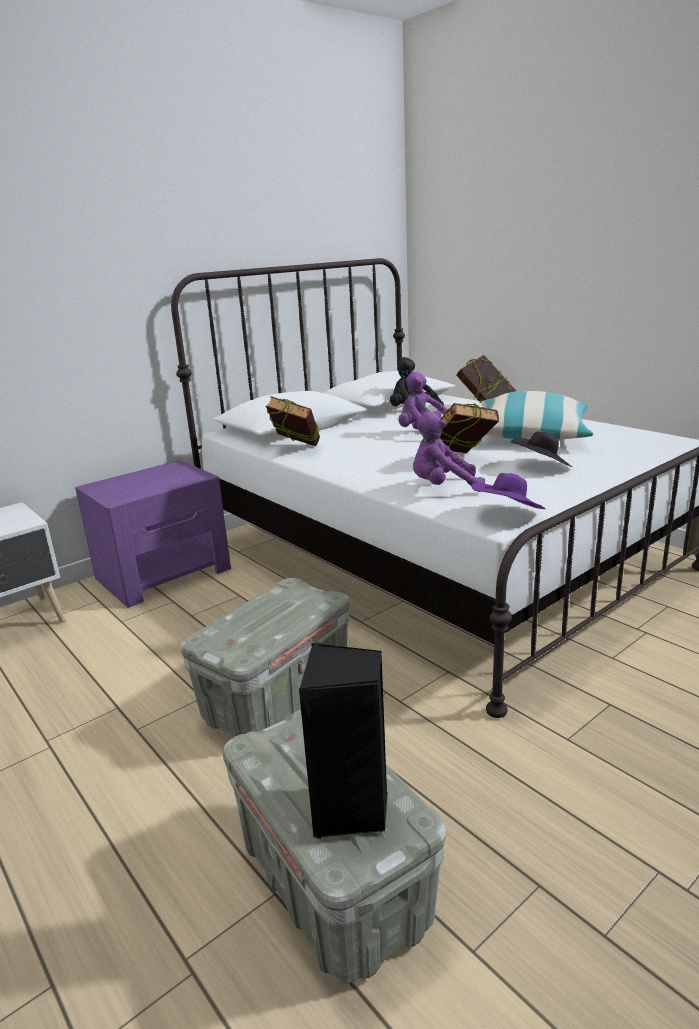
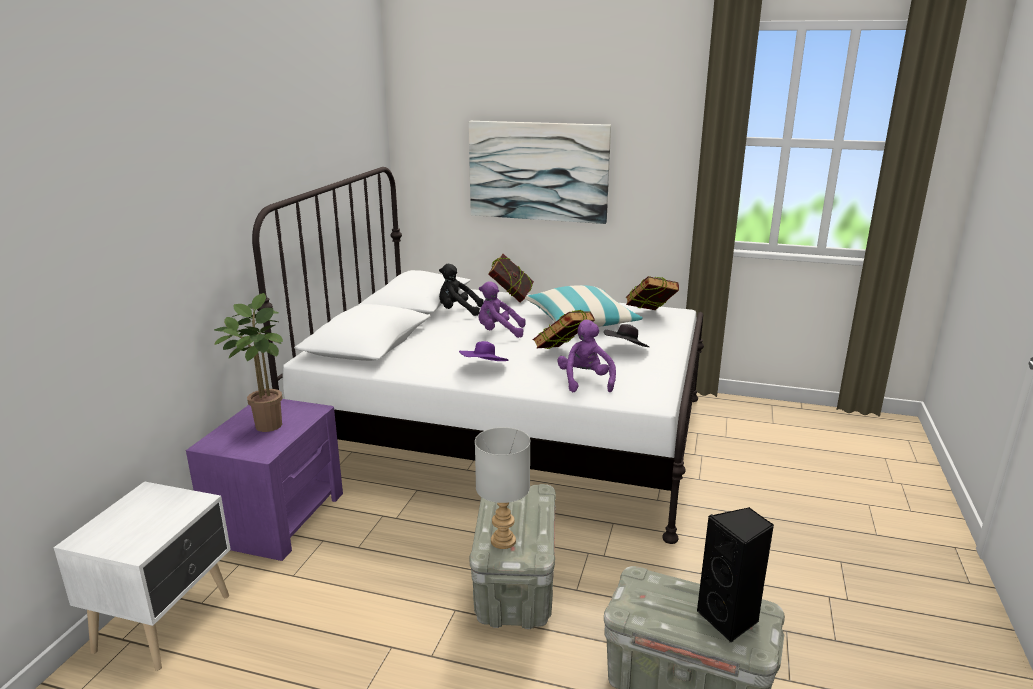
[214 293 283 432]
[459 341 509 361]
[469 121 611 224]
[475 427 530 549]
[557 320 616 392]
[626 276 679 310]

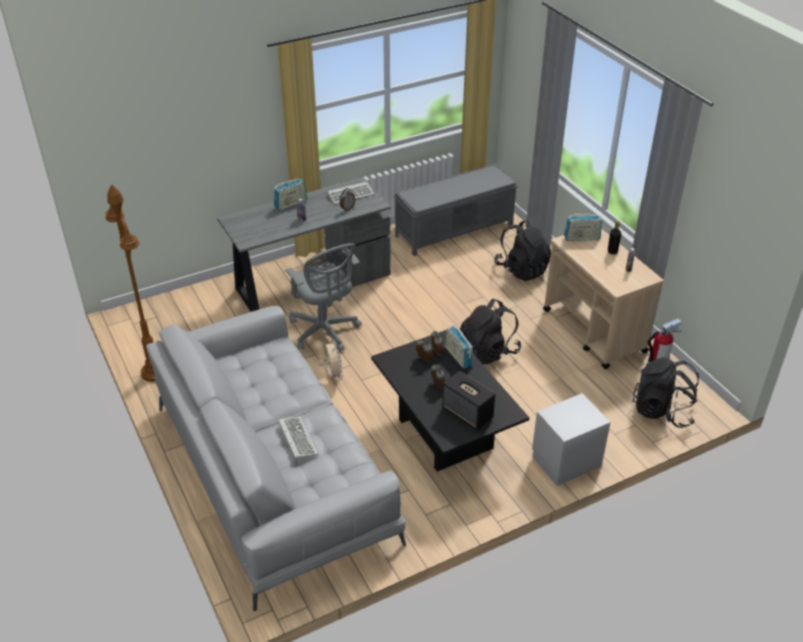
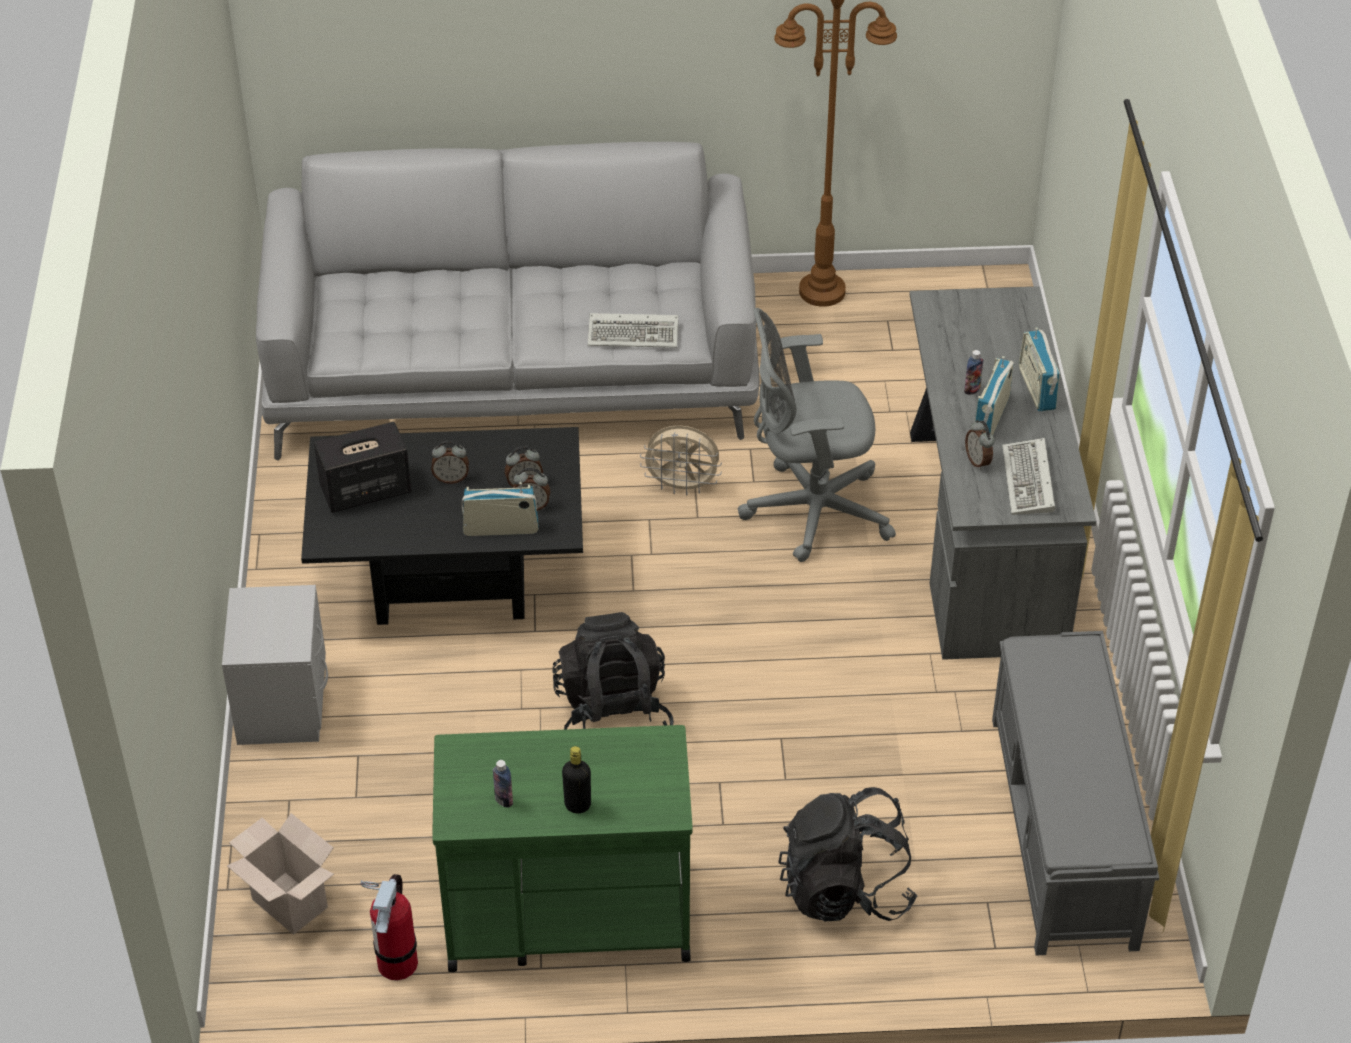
[227 813 334 935]
[432 725 693 972]
[588 313 678 348]
[975 356 1014 435]

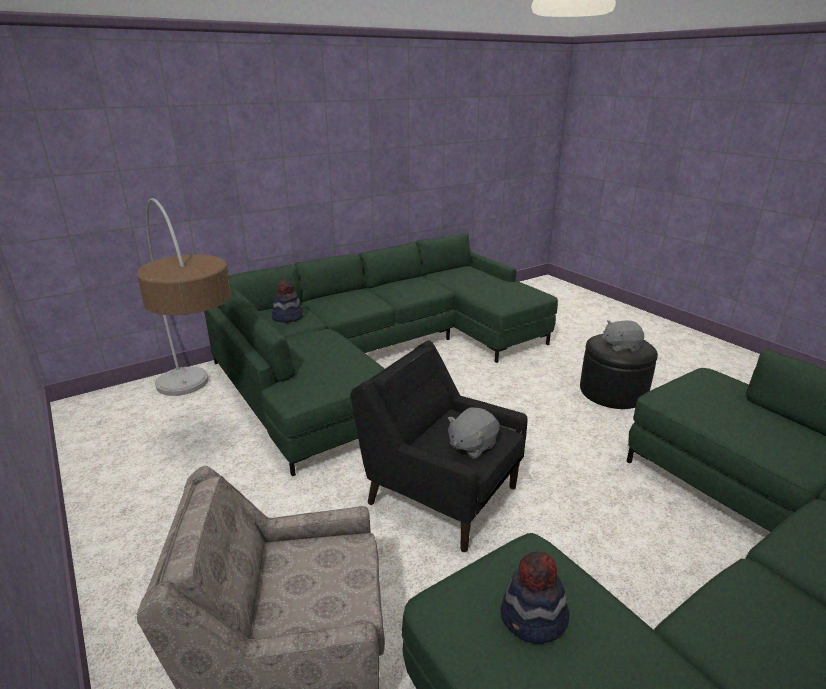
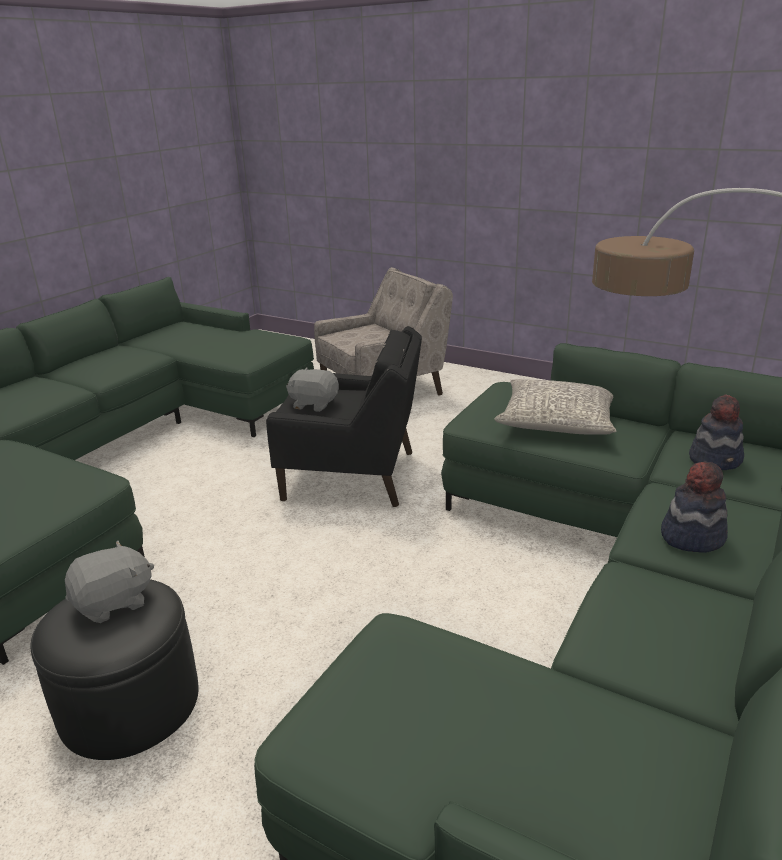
[286 368 339 412]
[494 379 617 435]
[661 461 728 553]

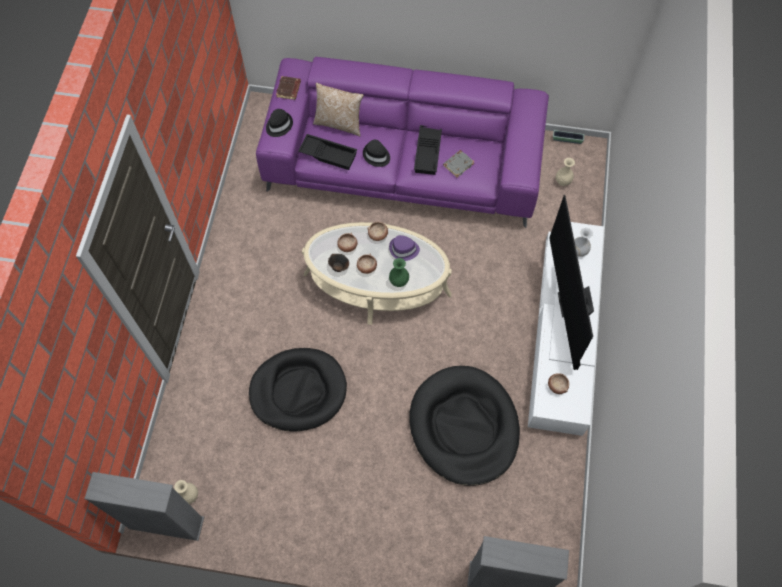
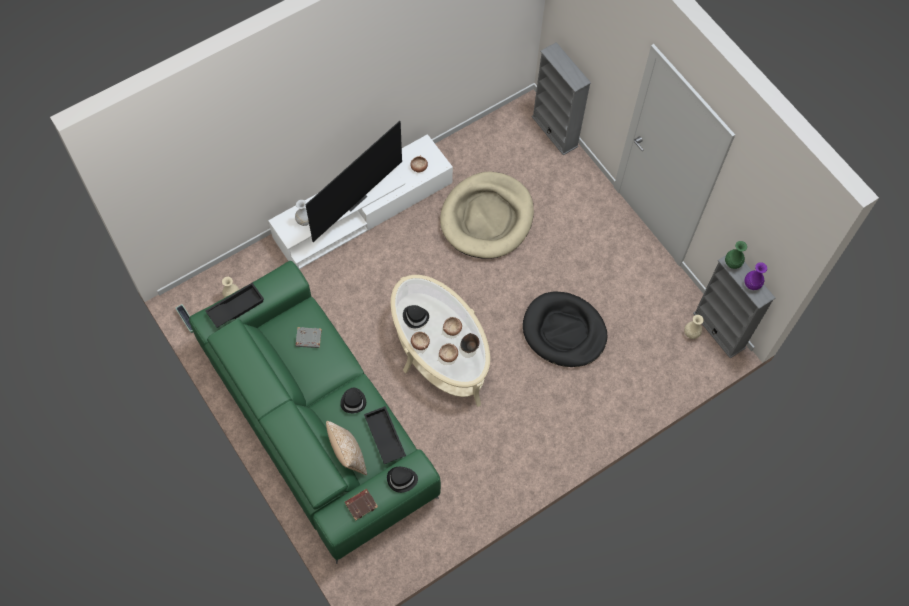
[189 261 441 564]
[206 283 264 328]
[403 305 429 329]
[440 172 534 258]
[725 241 747 269]
[744 262 767 290]

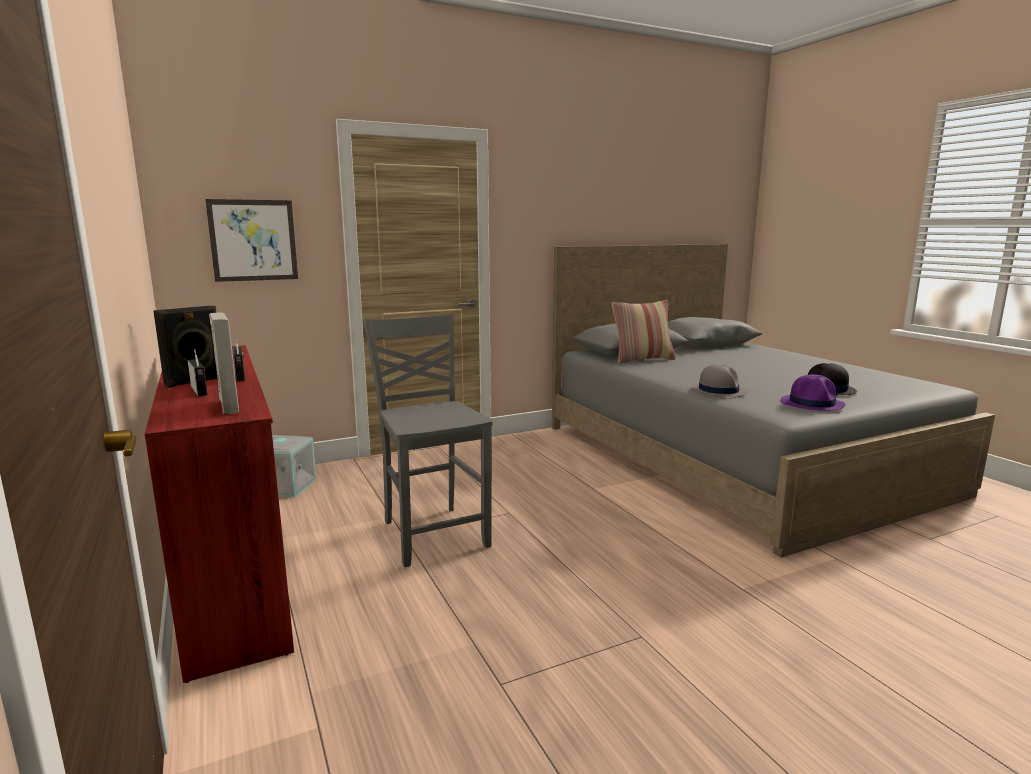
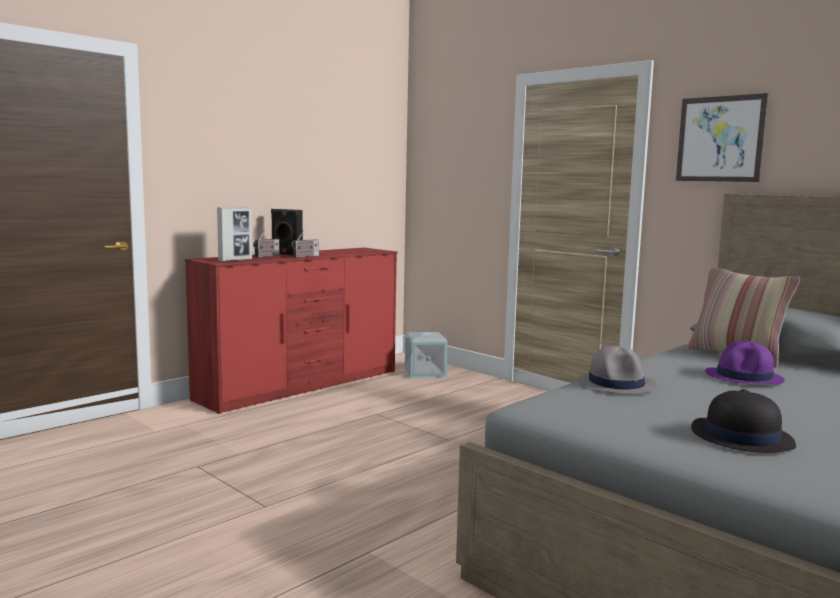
[676 93 769 182]
[705 341 785 385]
[364 314 493 567] (first image)

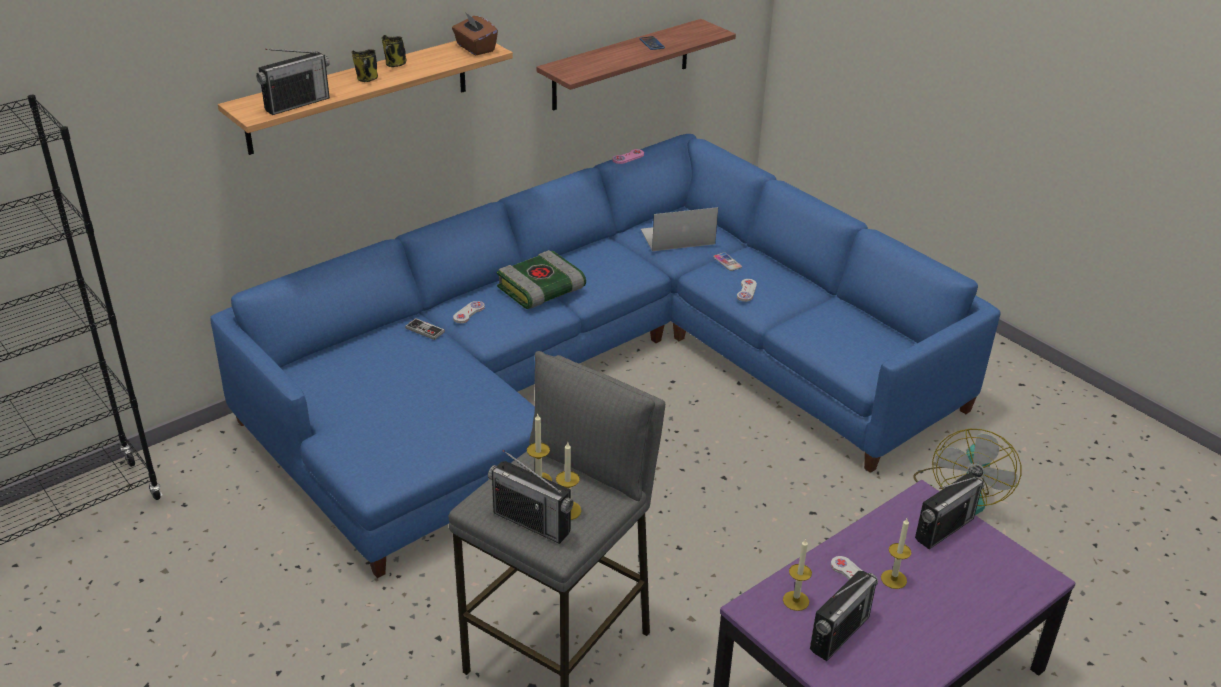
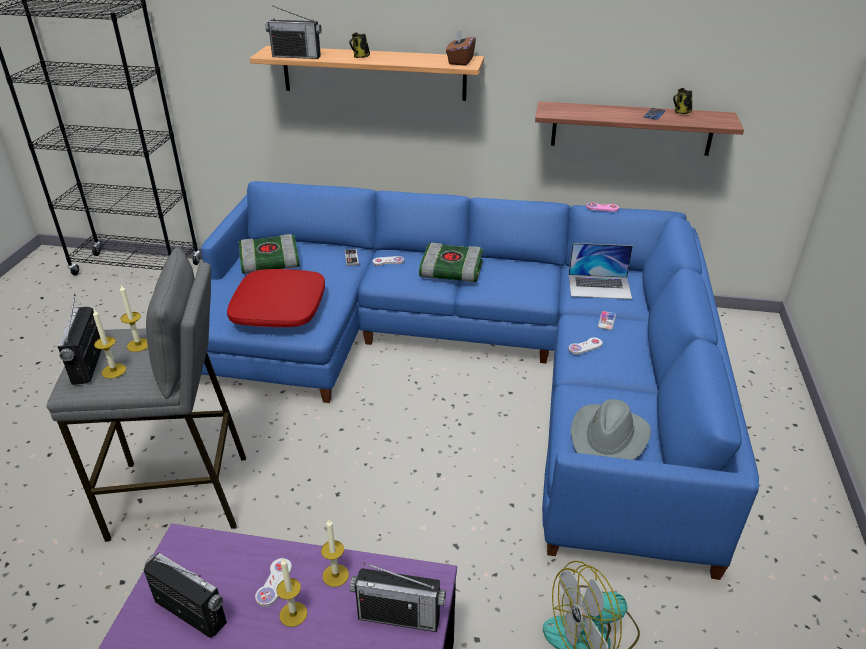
[143 553 227 638]
[227 269 325 327]
[239 234 300 274]
[321 520 349 587]
[569 243 633 299]
[571 399 651 460]
[673 88 693 114]

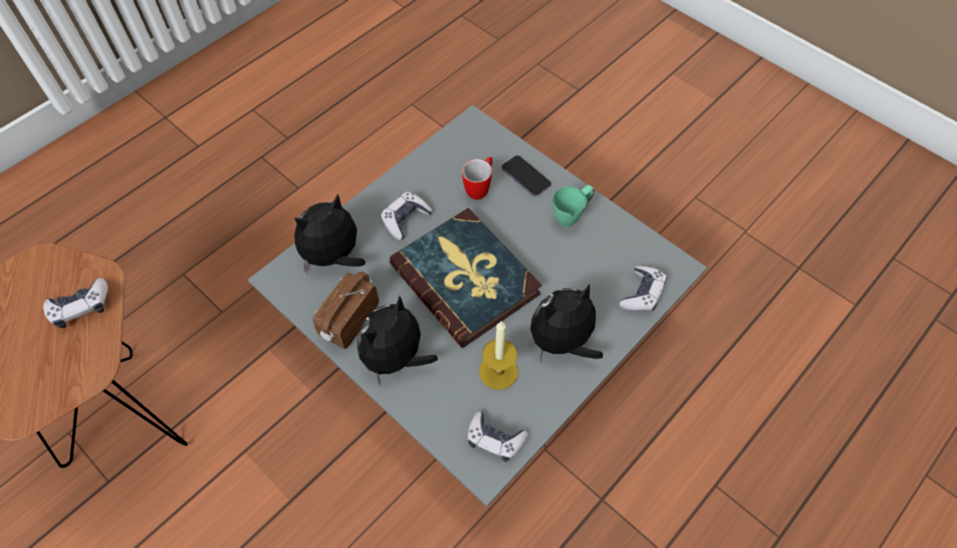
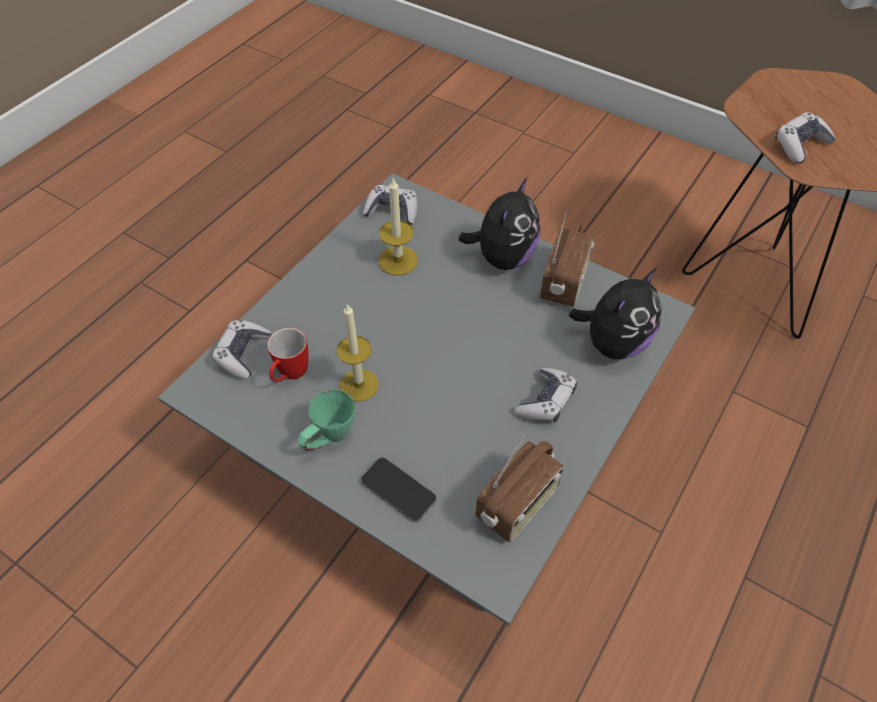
[267 328 309 382]
[336 304 379 402]
[475 435 564 542]
[389 208 542 348] (first image)
[530 283 603 361] (first image)

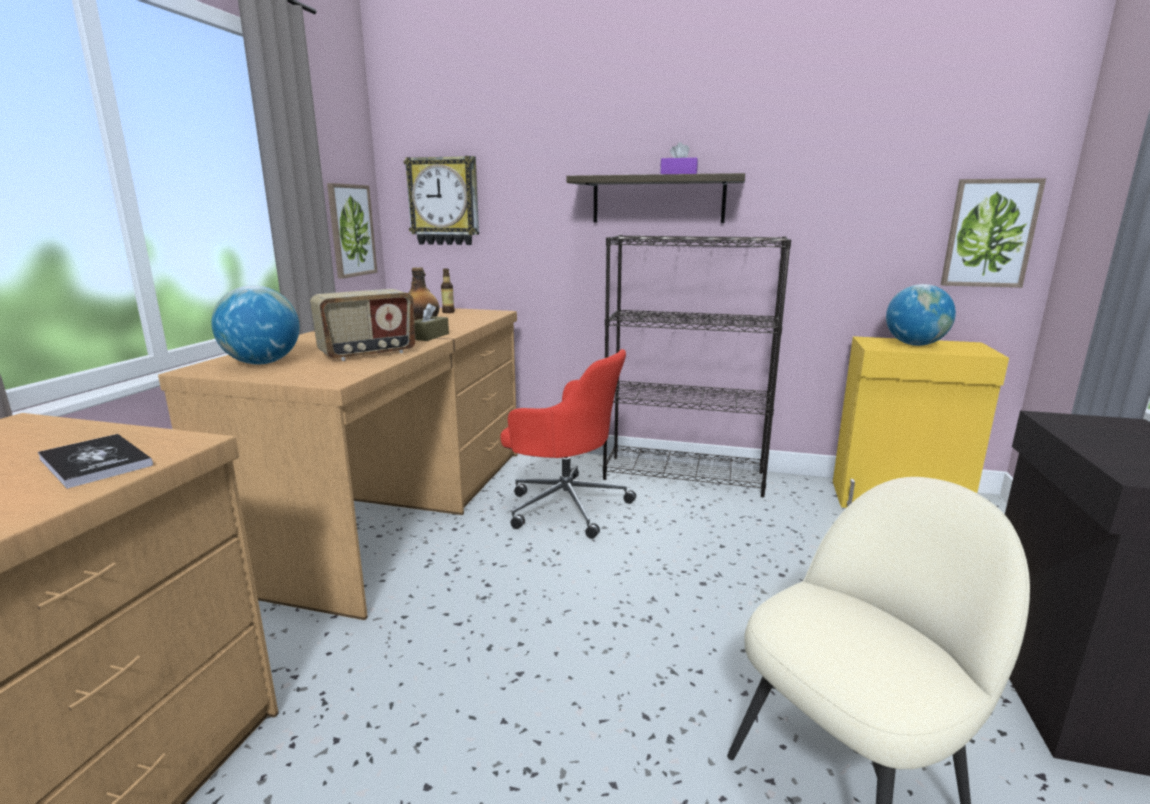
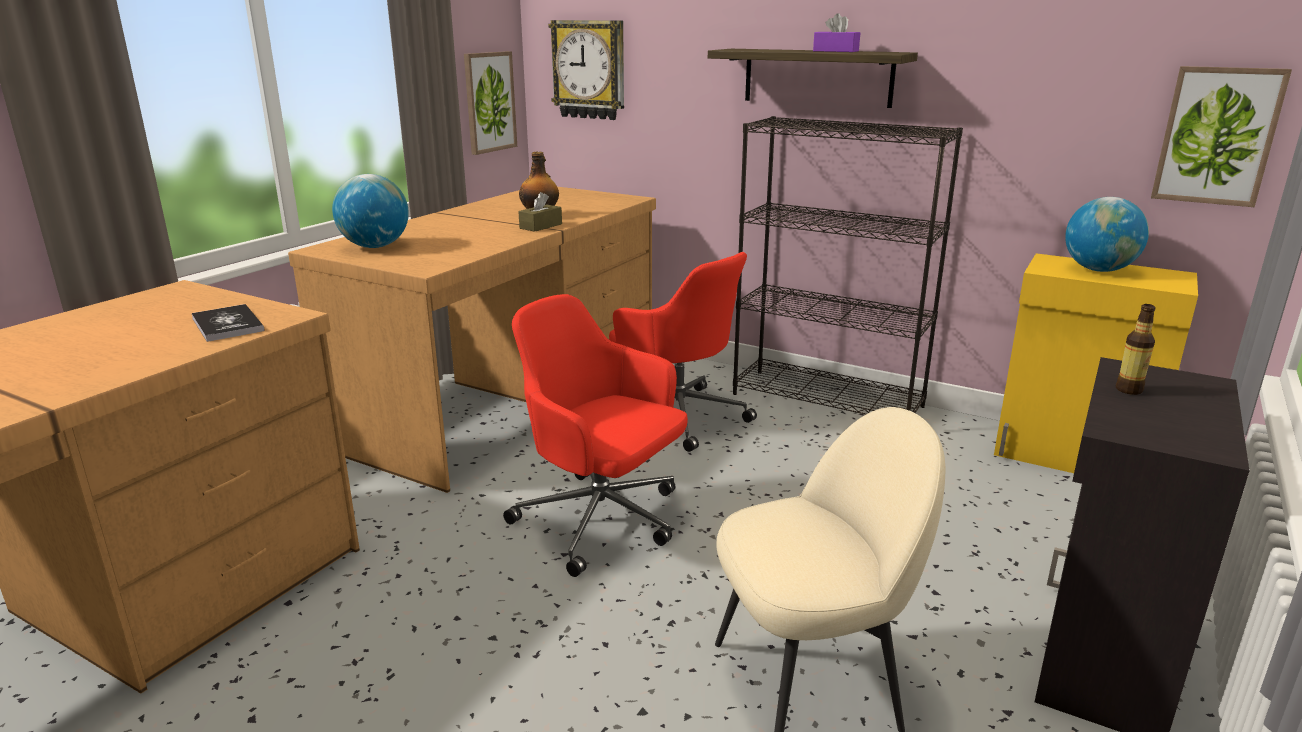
[503 294 688 577]
[1116 304 1156 395]
[310 289 416 361] (first image)

